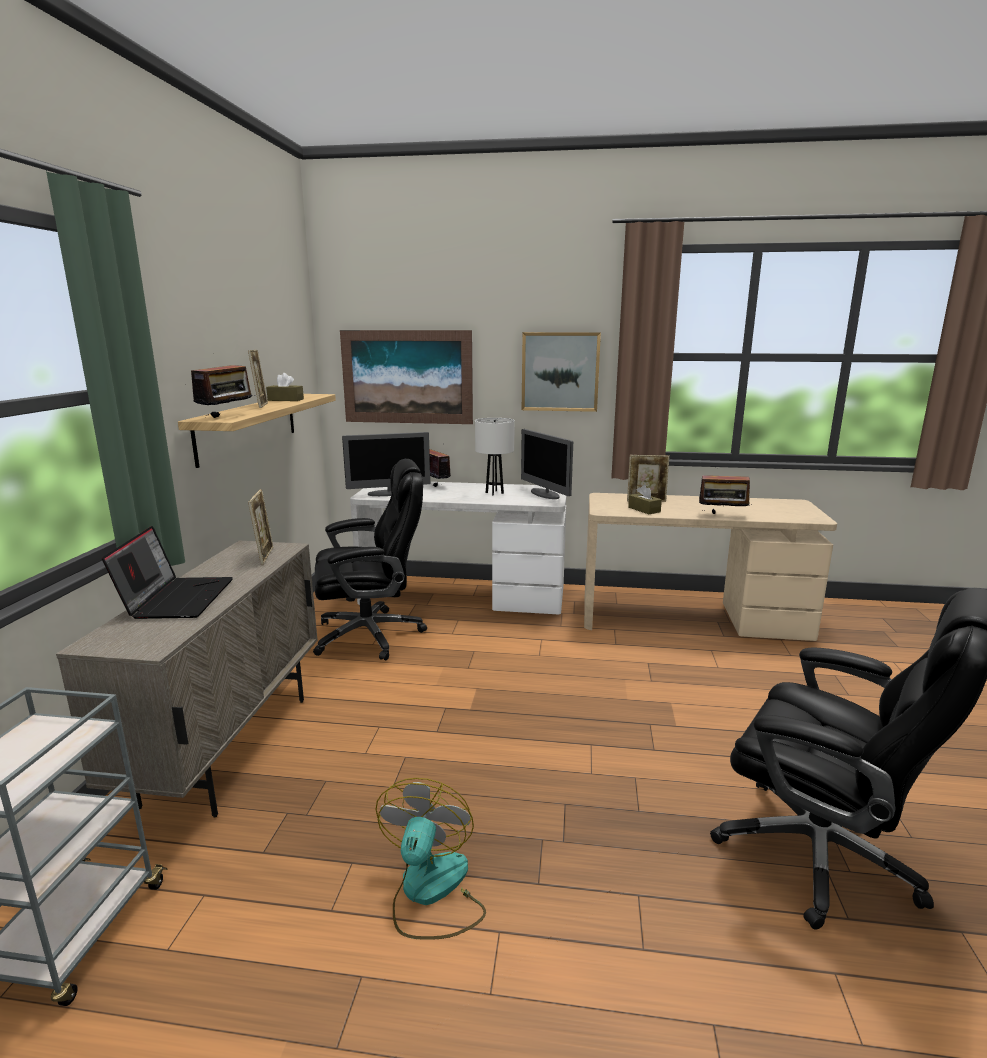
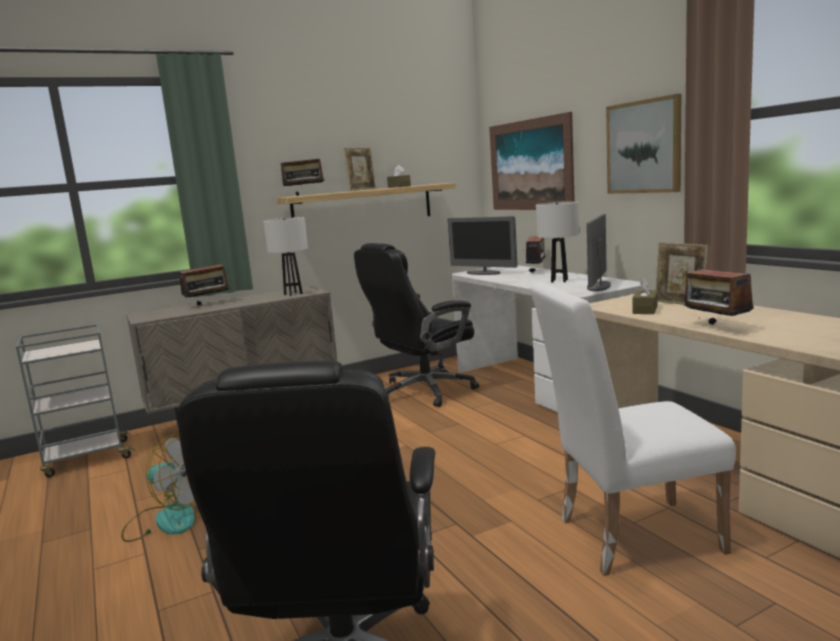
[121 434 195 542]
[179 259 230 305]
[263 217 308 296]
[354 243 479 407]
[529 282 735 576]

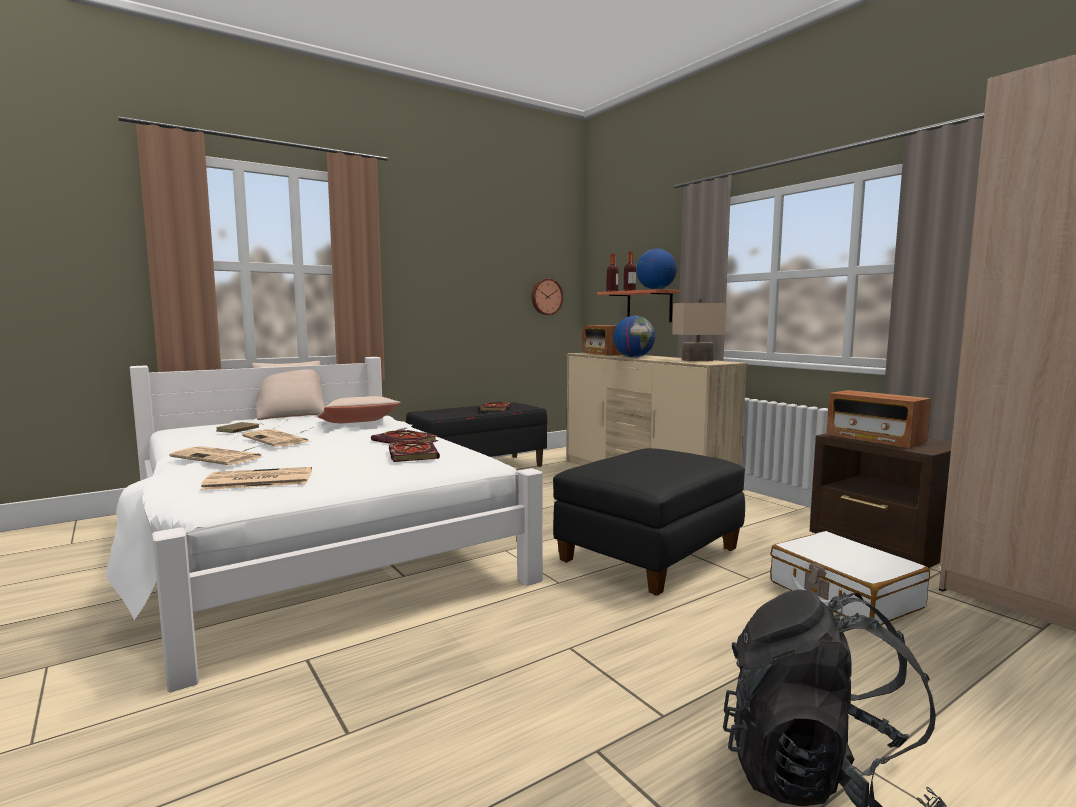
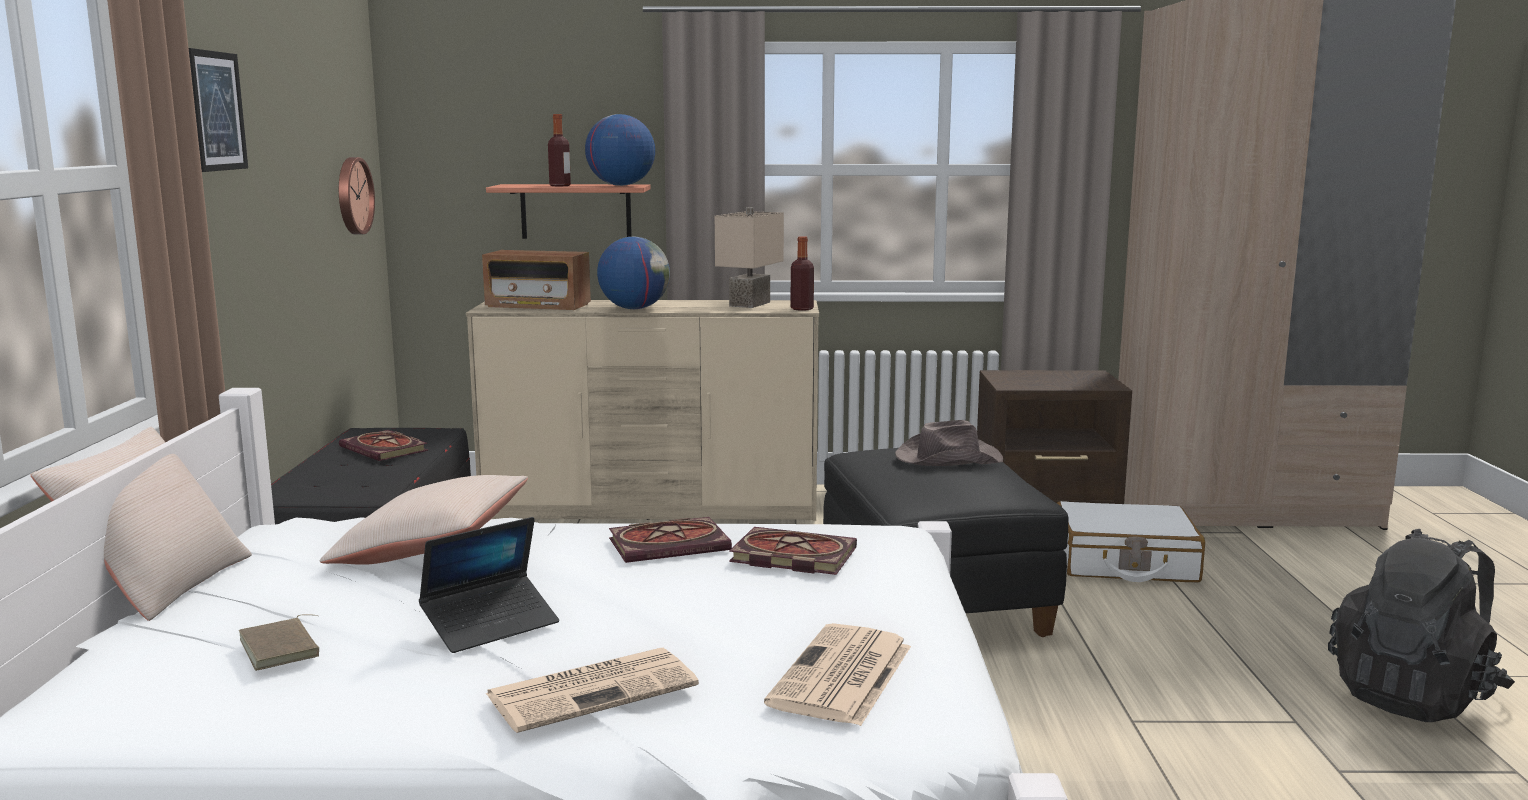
[189 48 248 172]
[419 517 559 653]
[791 236 814 311]
[895 420 1003 466]
[826 390 931 448] (first image)

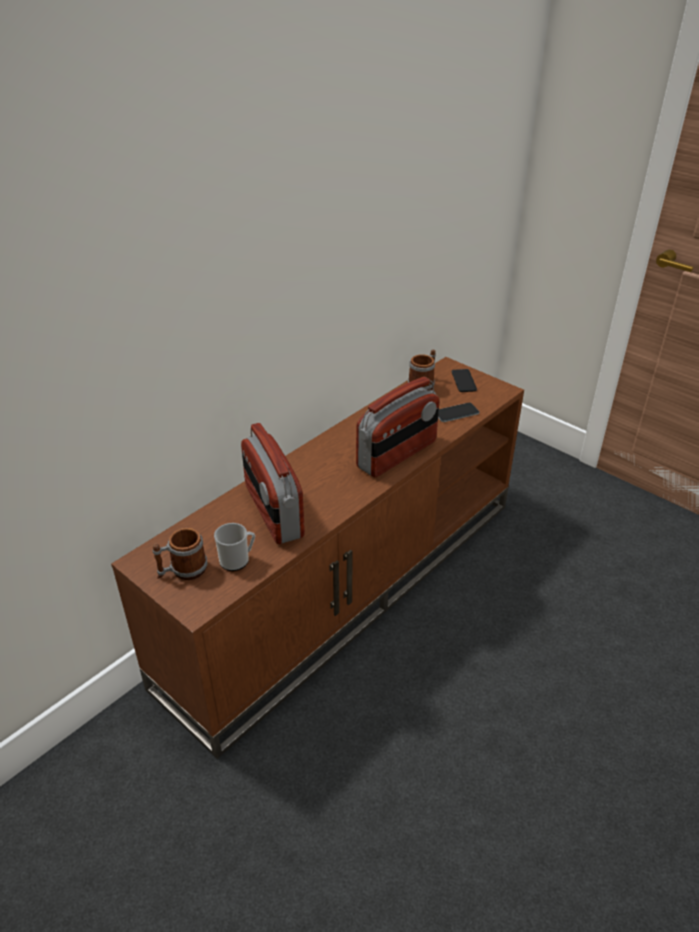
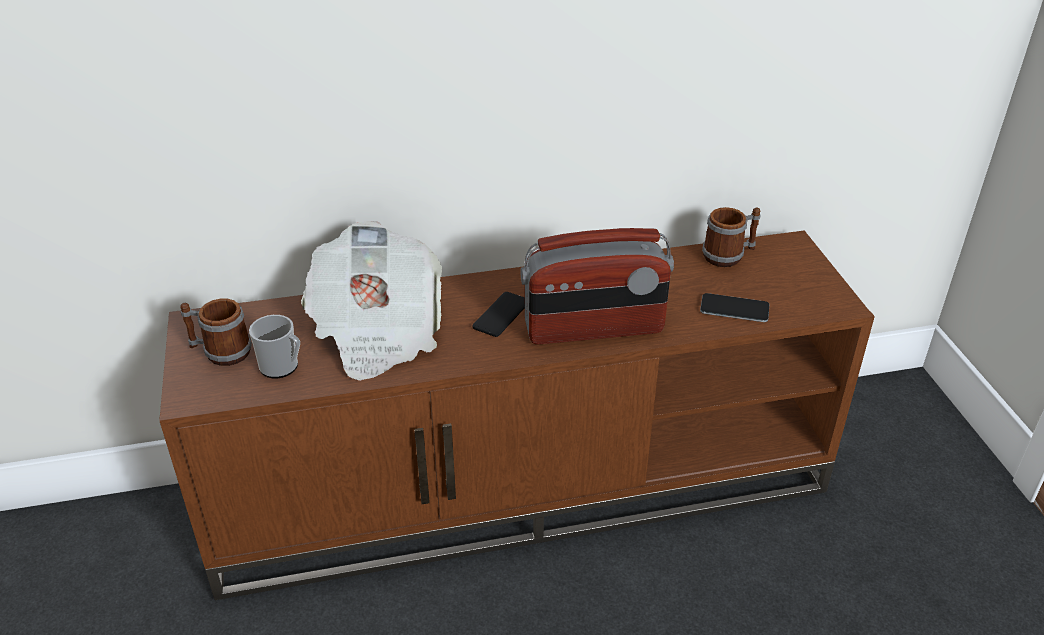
[301 221 442 381]
[473 292 525 337]

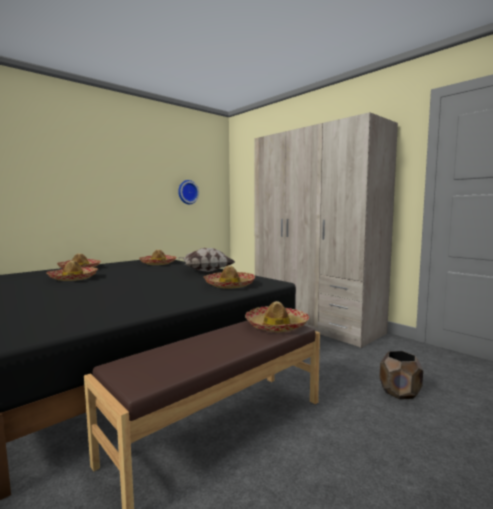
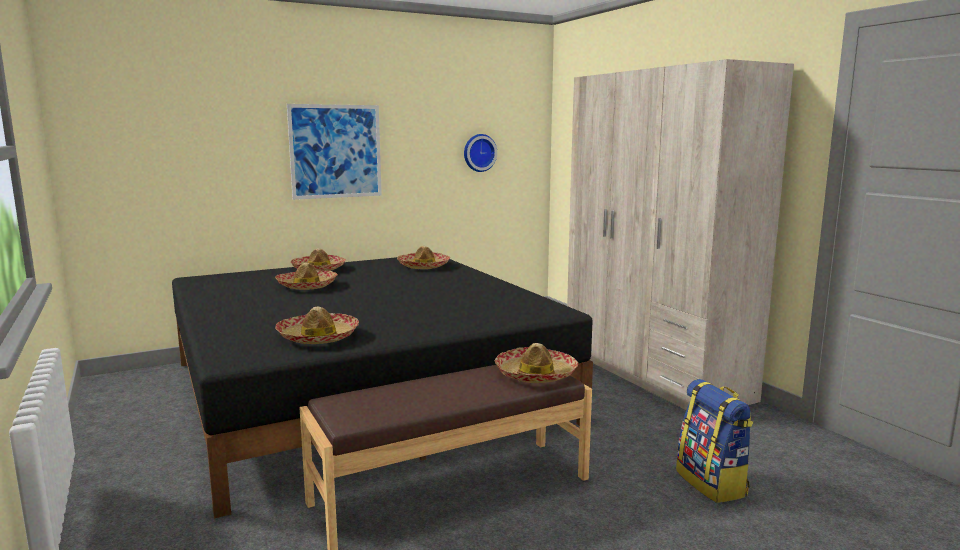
[275 307 359 344]
[287 104 382 200]
[676 379 753 503]
[179 248 235 272] (first image)

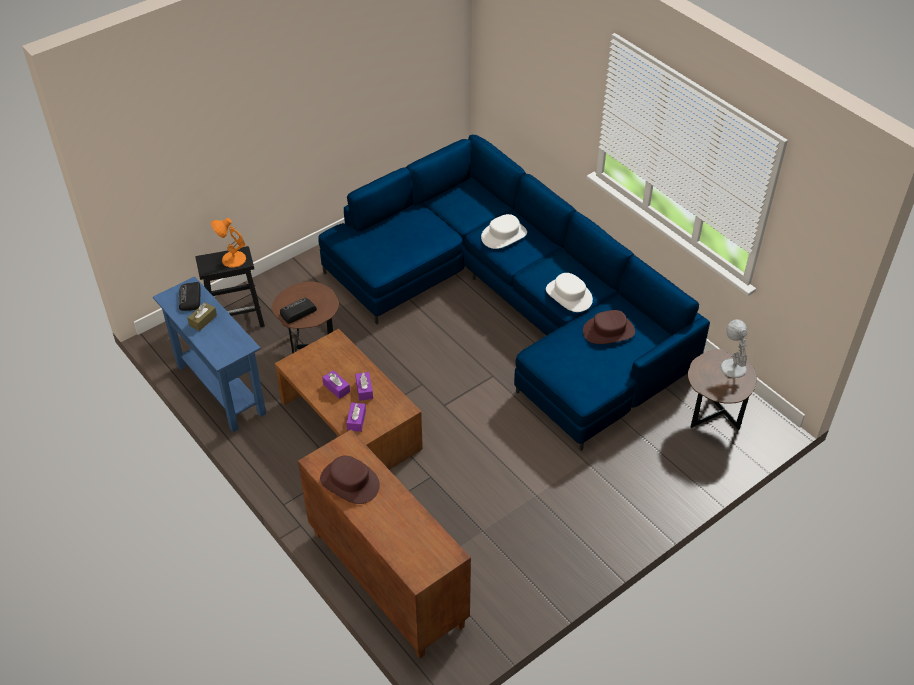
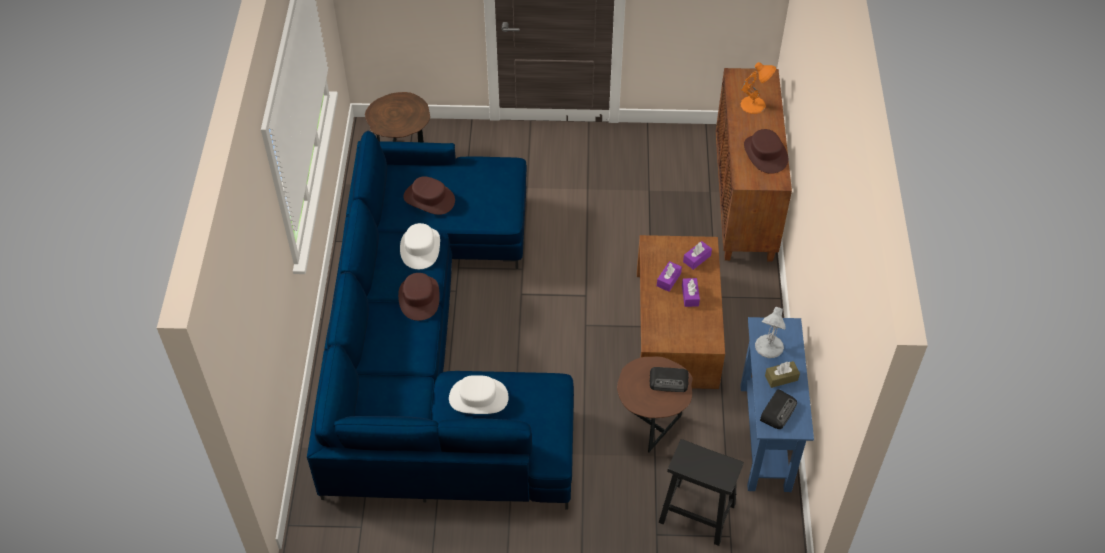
[398 273 440 321]
[449 375 508 414]
[740 62 776 114]
[755 307 786 358]

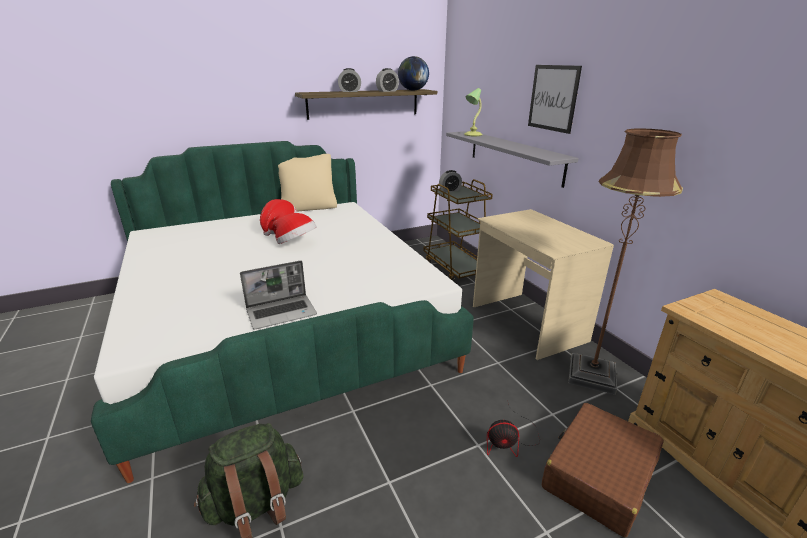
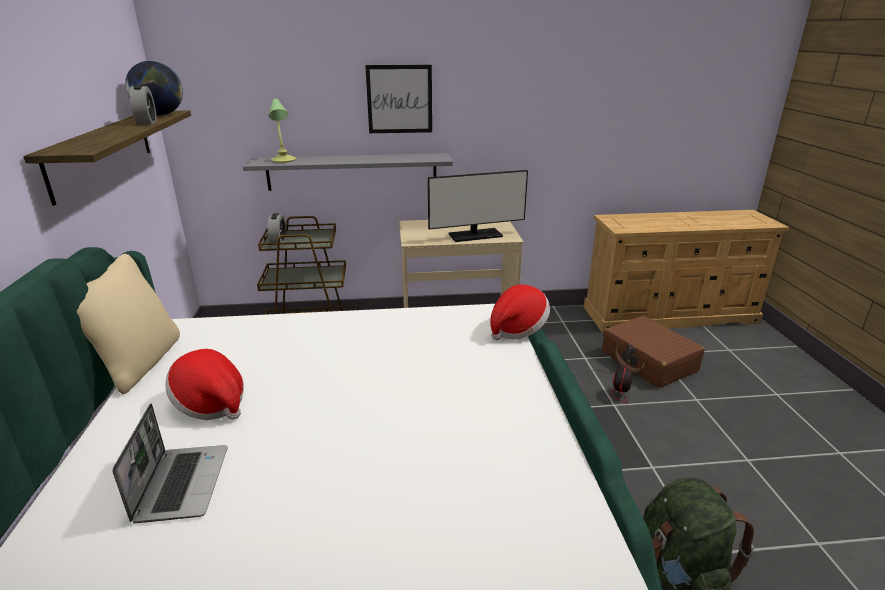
[112 403 228 524]
[428 170 528 242]
[490 284 550 340]
[338 68 361 92] (first image)
[568 128 683 395] (first image)

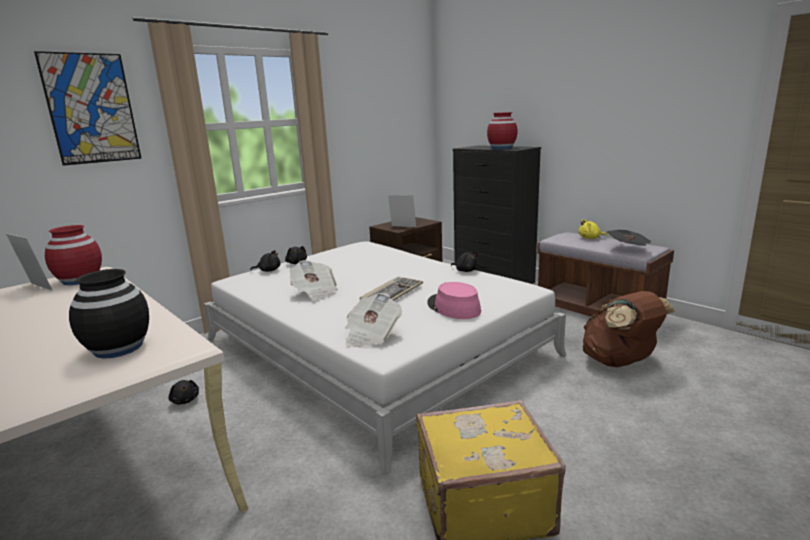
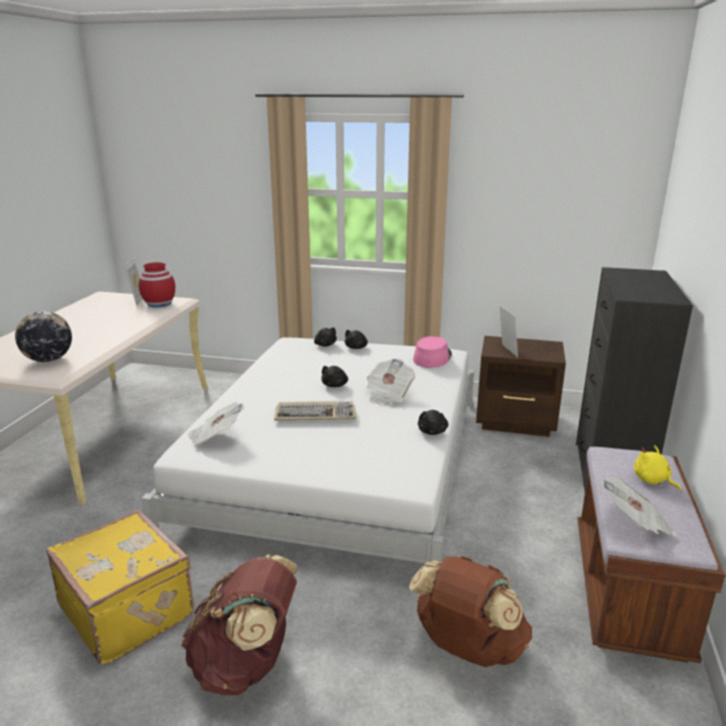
[15 311 72 362]
[181 555 298 695]
[321 366 348 387]
[367 359 415 404]
[413 336 452 368]
[34 51 142 166] (first image)
[487 112 517 149] (first image)

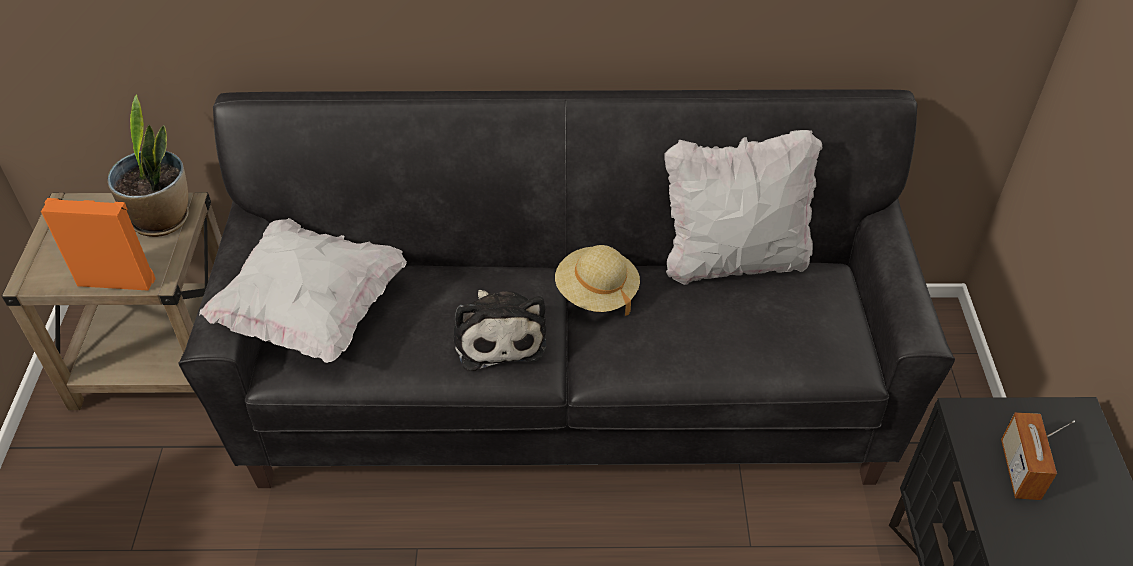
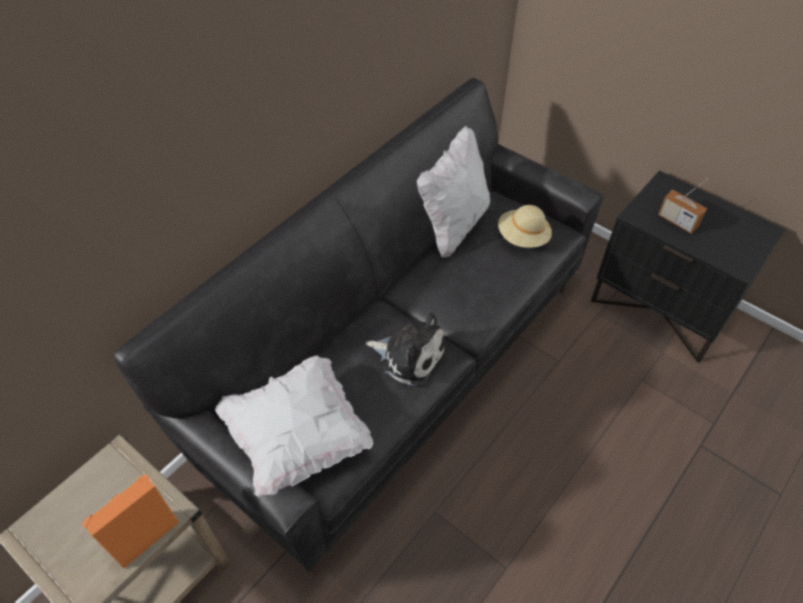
[498 205 552 248]
[107 94 189 237] (first image)

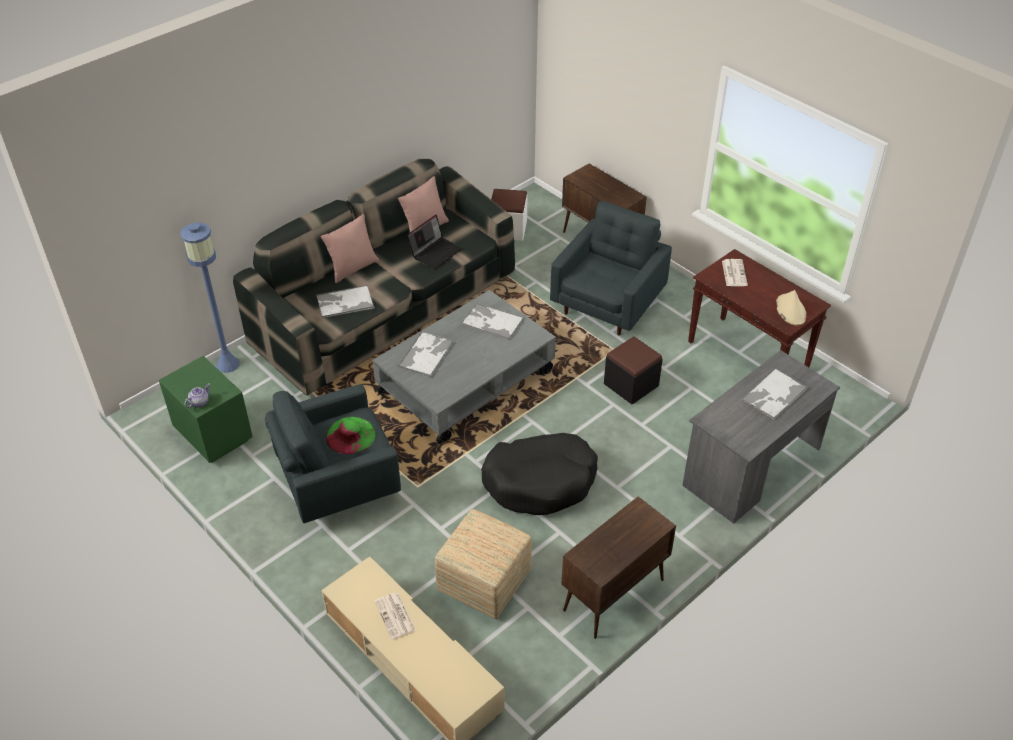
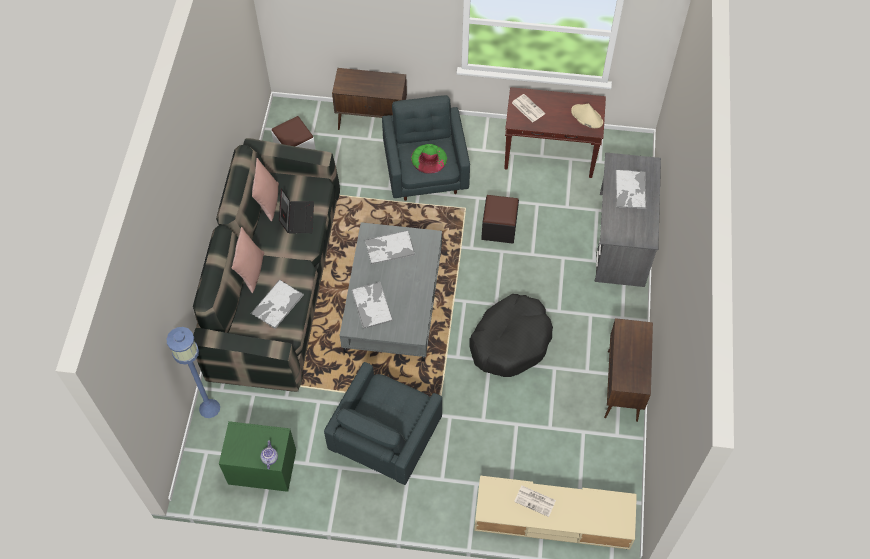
[411 144 447 174]
[435 509 532 619] (first image)

